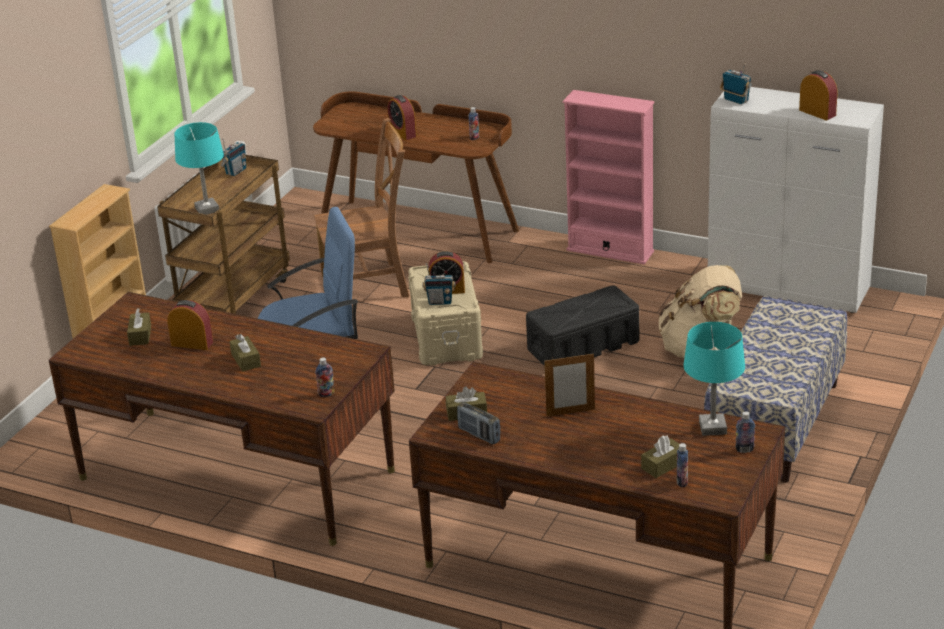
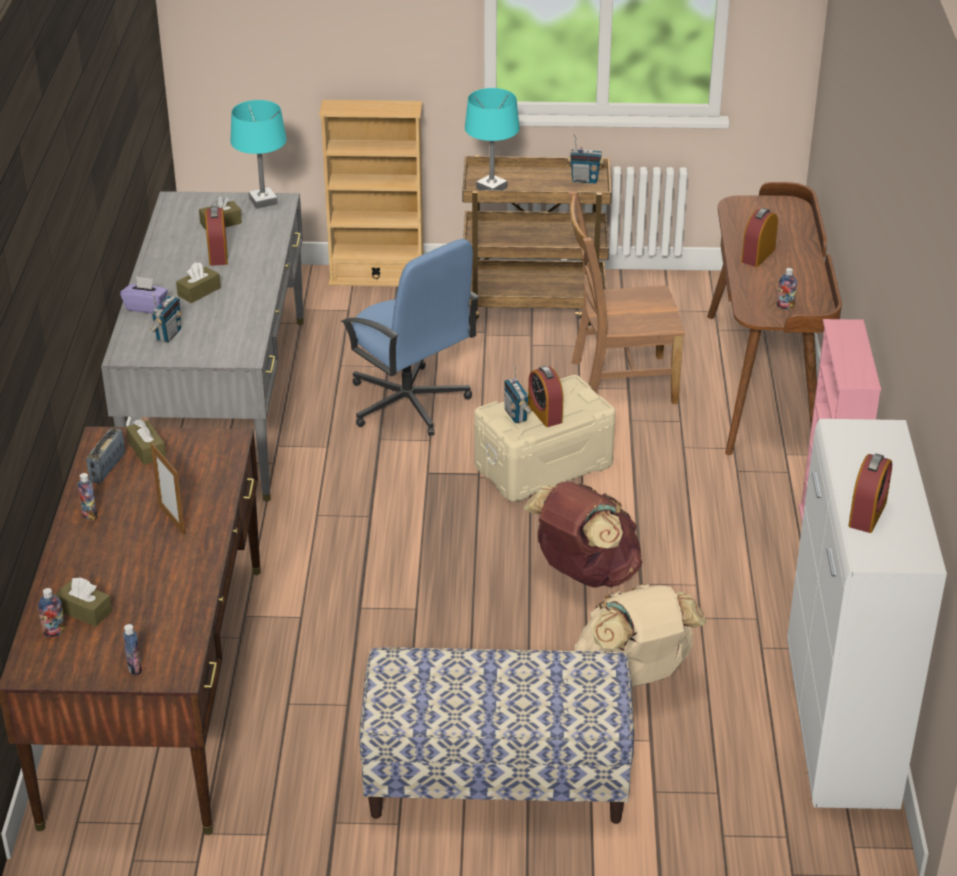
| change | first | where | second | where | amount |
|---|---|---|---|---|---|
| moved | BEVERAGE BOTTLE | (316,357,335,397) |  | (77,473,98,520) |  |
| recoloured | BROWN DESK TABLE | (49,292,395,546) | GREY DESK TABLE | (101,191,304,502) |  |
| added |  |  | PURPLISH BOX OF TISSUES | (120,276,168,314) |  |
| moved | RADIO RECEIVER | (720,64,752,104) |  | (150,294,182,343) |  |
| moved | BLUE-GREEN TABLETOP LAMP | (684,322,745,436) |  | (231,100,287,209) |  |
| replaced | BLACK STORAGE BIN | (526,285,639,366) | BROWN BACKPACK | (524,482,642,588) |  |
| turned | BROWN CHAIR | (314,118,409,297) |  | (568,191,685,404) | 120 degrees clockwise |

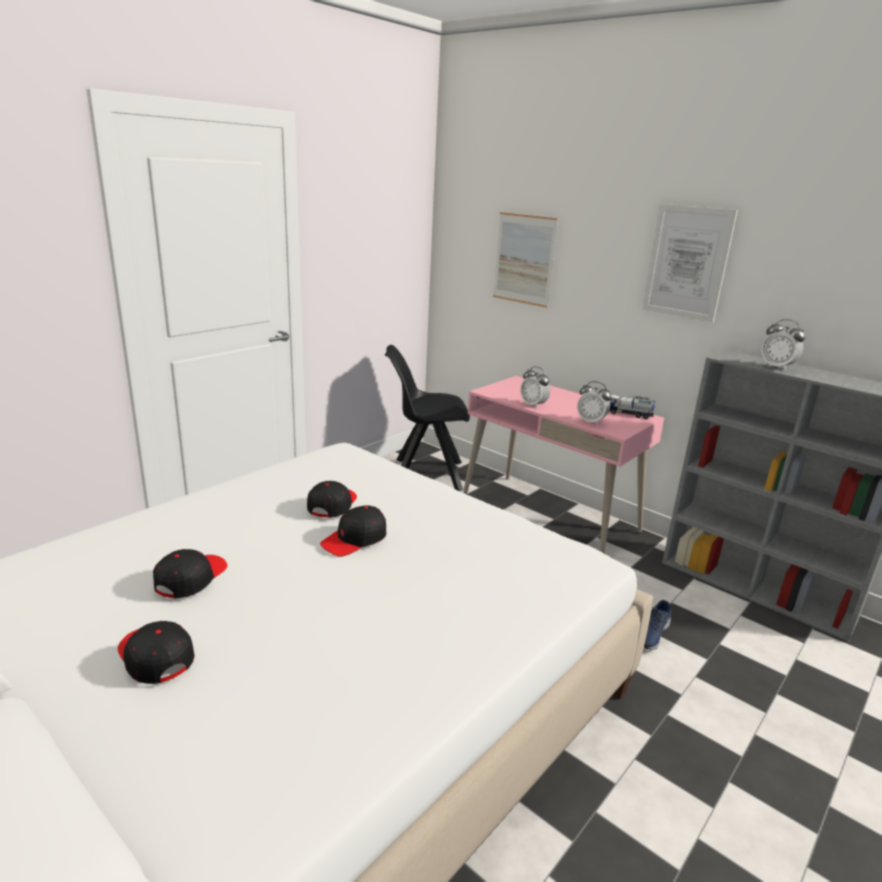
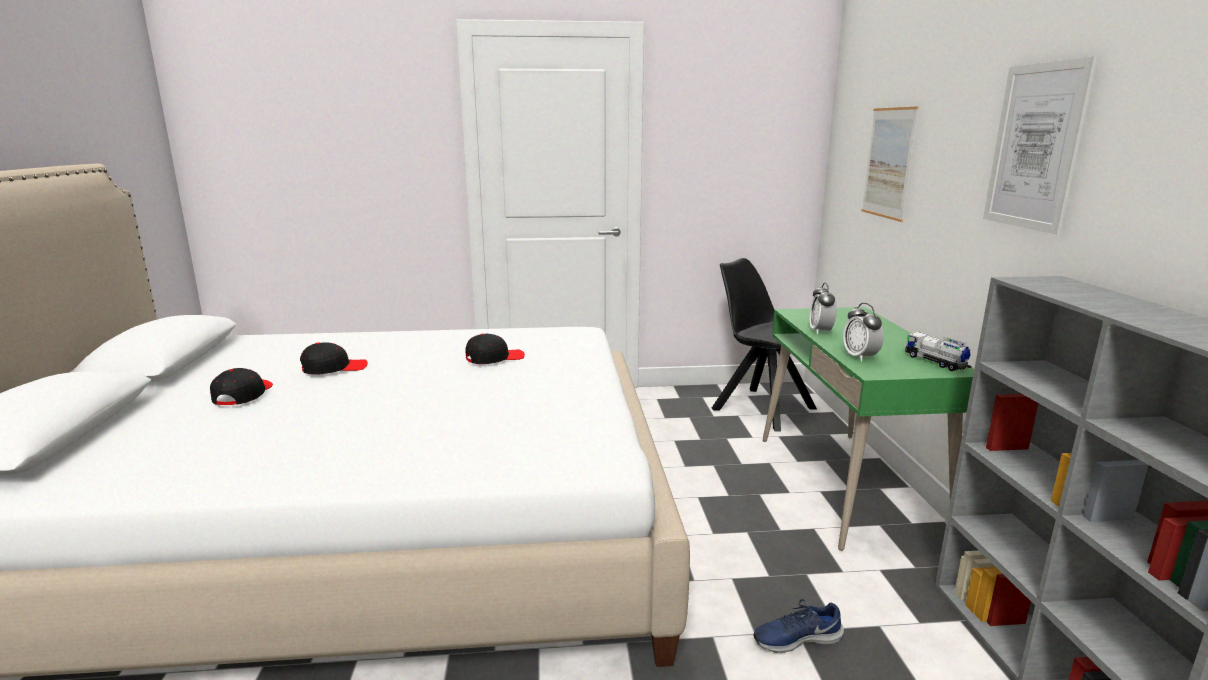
| change | first | where | second | where | amount |
|---|---|---|---|---|---|
| recoloured | PINK DESK TABLE | (463,376,664,554) | GREENISH DESK TABLE | (763,307,974,551) |  |
| removed | BLACK PEAKED CAP | (320,505,386,557) |  |  |  |
| removed | TABLE CLOCK | (761,319,805,371) |  |  |  |

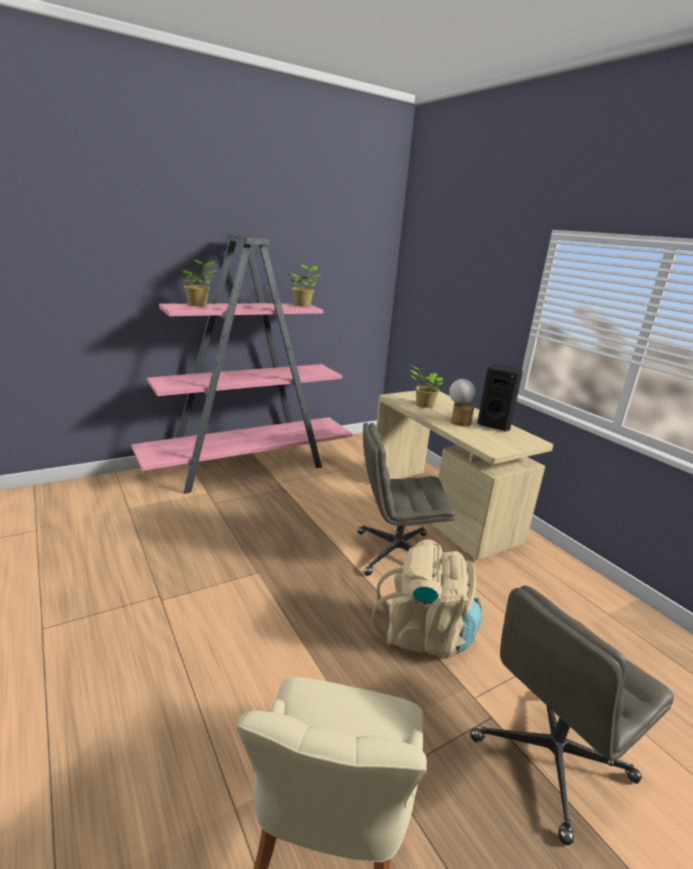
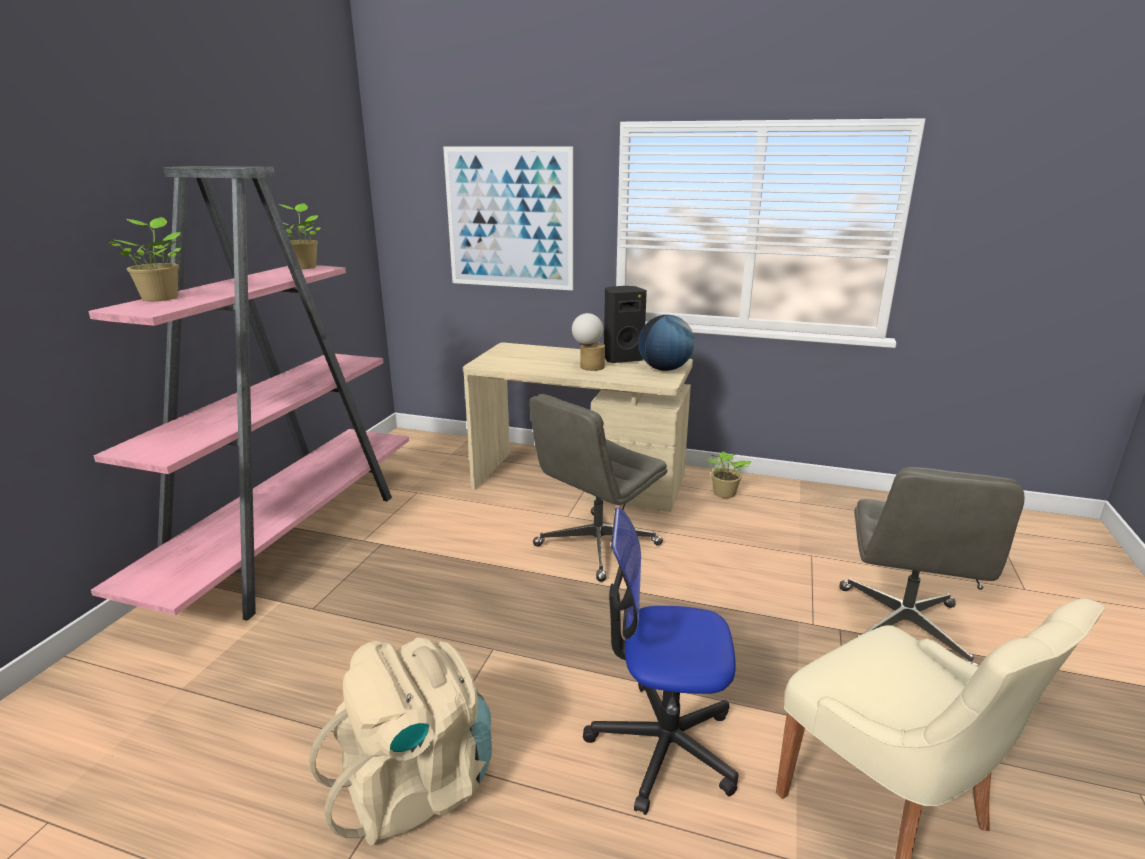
| change | first | where | second | where | amount |
|---|---|---|---|---|---|
| moved | SAND-COLOURED BACKPACK | (371,539,482,658) |  | (309,637,492,845) |  |
| added |  |  | WALL ART | (443,147,573,290) |  |
| added |  |  | DESK CHAIR | (583,508,739,815) |  |
| added |  |  | GLOBE | (638,315,694,371) |  |
| moved | POTTED PLANT | (410,365,443,408) |  | (705,451,751,498) |  |

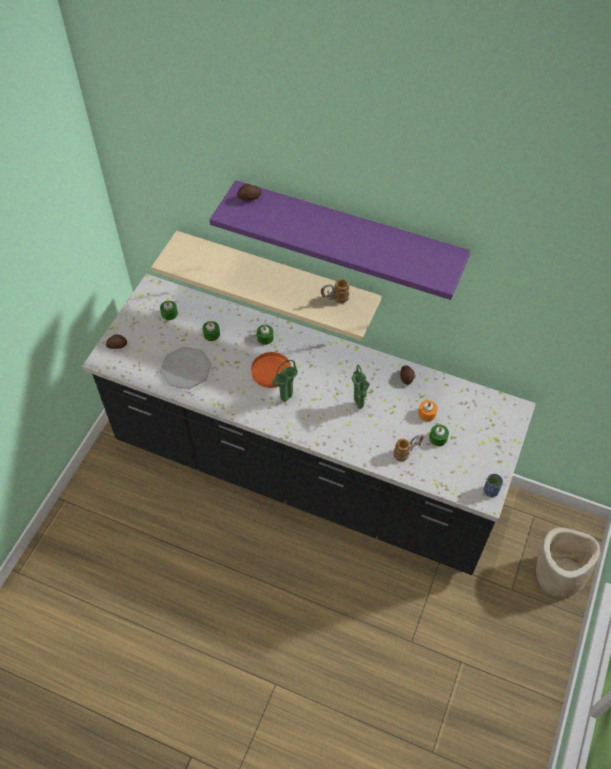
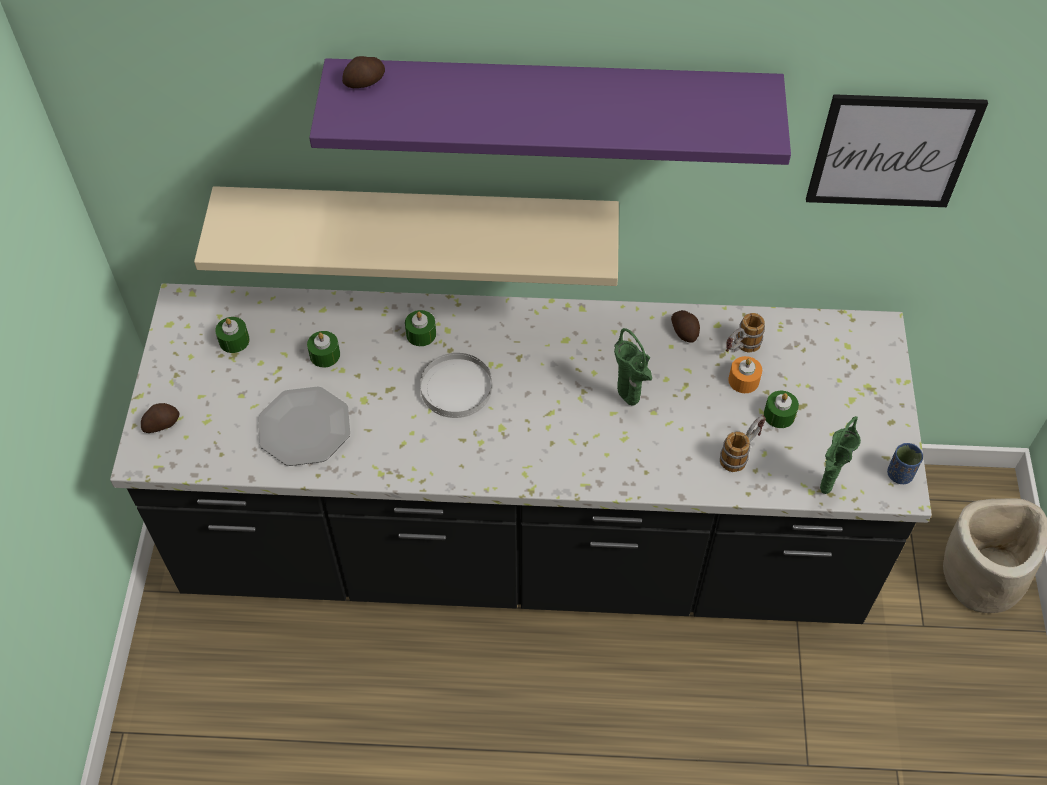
| change | first | where | second | where | amount |
|---|---|---|---|---|---|
| recoloured | ORANGE-COLOURED PLATE | (251,352,291,388) | WHITE PLATE | (420,353,492,418) |  |
| moved | TEA MUG | (321,279,350,303) |  | (726,313,765,352) |  |
| added |  |  | WALL ART | (806,94,988,207) |  |
| moved | GREENISH VASE | (272,360,298,401) |  | (820,416,861,494) |  |

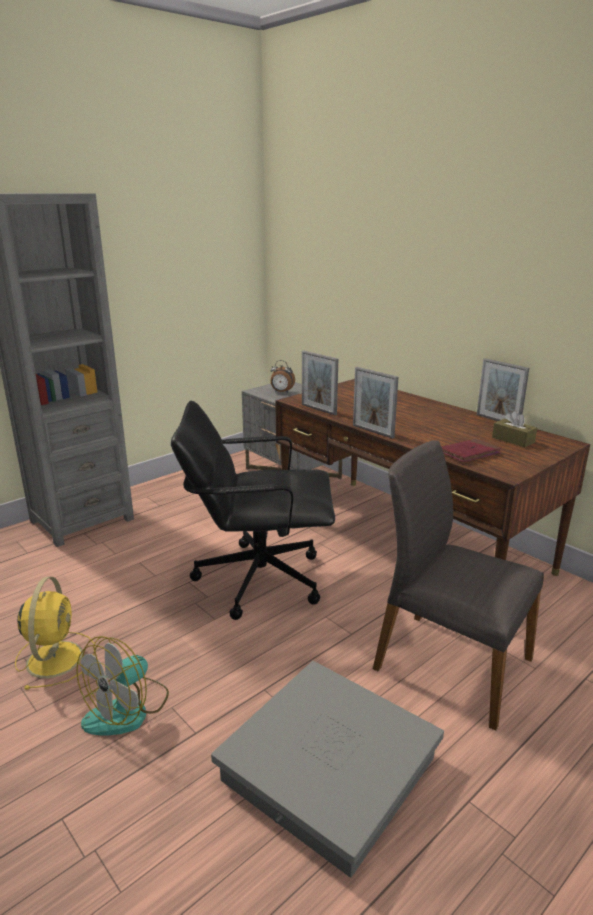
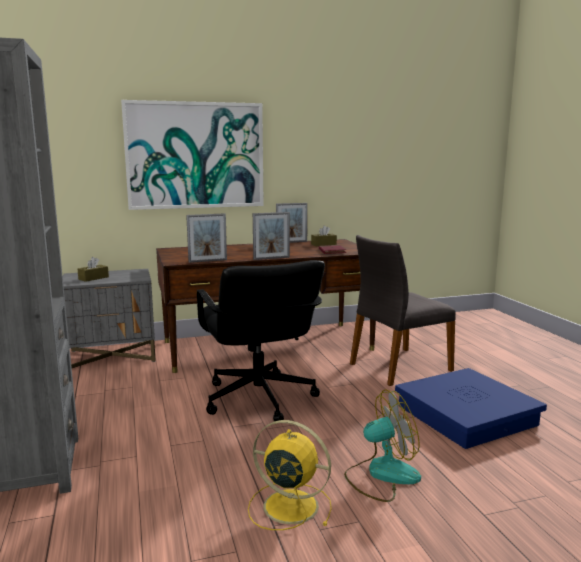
| change | first | where | second | where | amount |
|---|---|---|---|---|---|
| replaced | TABLE CLOCK | (270,360,295,393) | BROWN BOX OF TISSUES | (78,257,109,282) |  |
| added |  |  | WALL ART | (121,100,264,210) |  |
| turned | BLACK DESK CHAIR | (171,401,335,620) |  | (197,260,325,421) | 45 degrees counterclockwise |
| turned | COOLING FAN | (76,636,169,735) |  | (344,389,421,502) | 75 degrees counterclockwise |
| recoloured | GREY STORAGE BIN | (211,661,444,878) | BLUE STORAGE BIN | (395,368,547,449) |  |

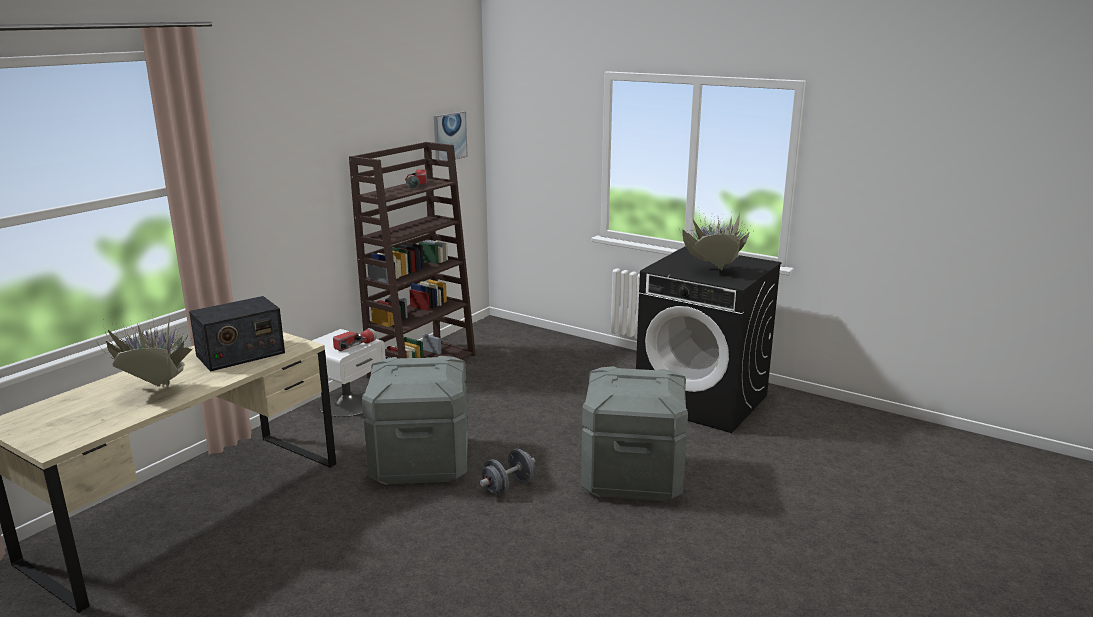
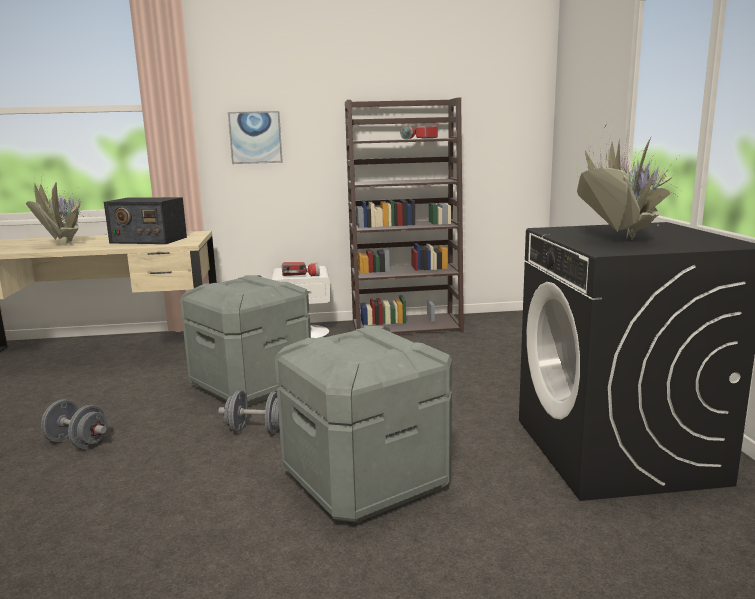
| change | first | where | second | where | amount |
|---|---|---|---|---|---|
| added |  |  | GREY DUMBBELL | (41,399,107,449) |  |
| moved | WALL ART | (434,111,468,161) |  | (228,111,283,164) |  |

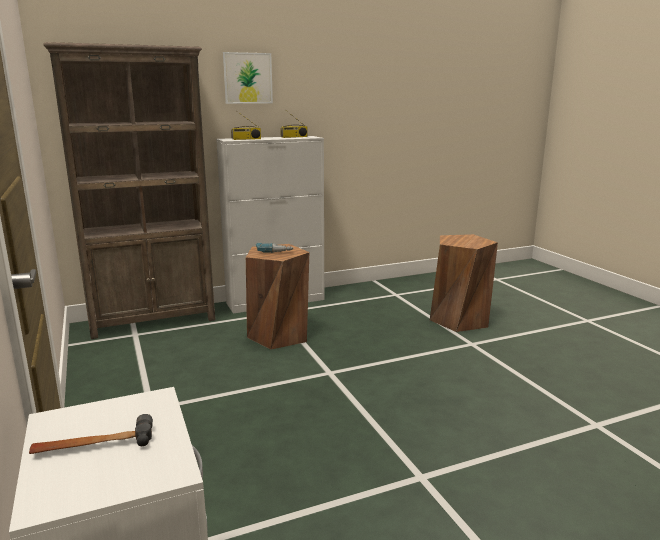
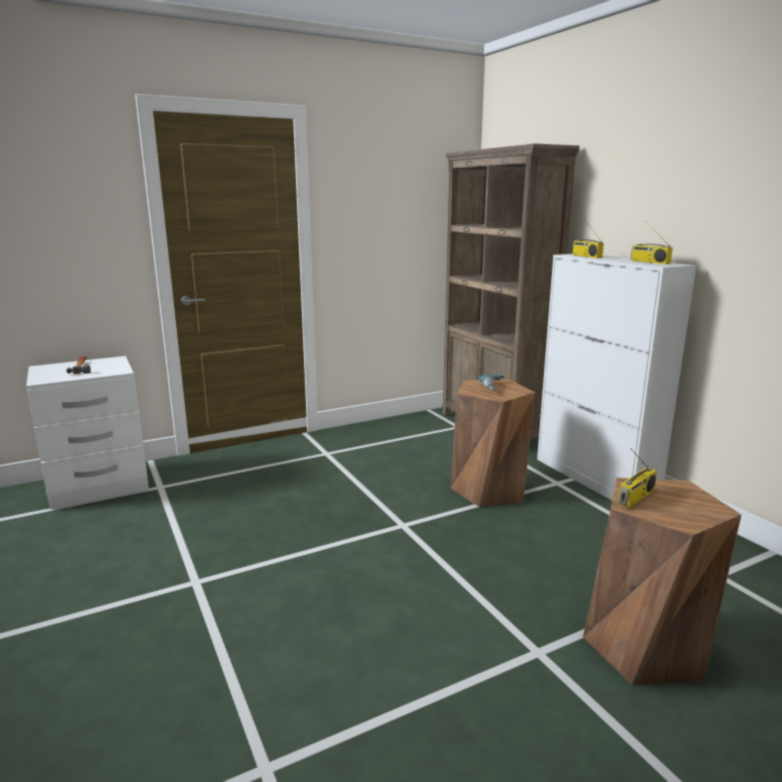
| change | first | where | second | where | amount |
|---|---|---|---|---|---|
| added |  |  | RADIO RECEIVER | (618,448,657,509) |  |
| removed | WALL ART | (223,52,273,104) |  |  |  |

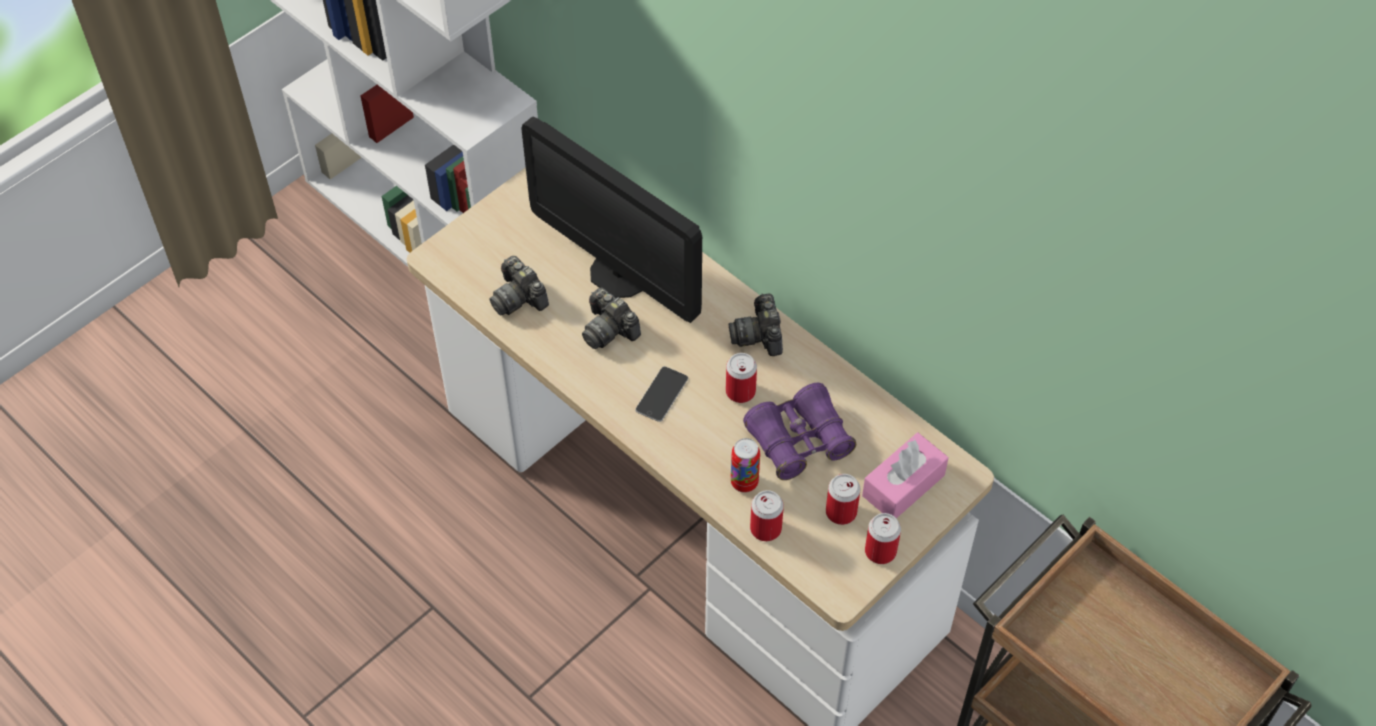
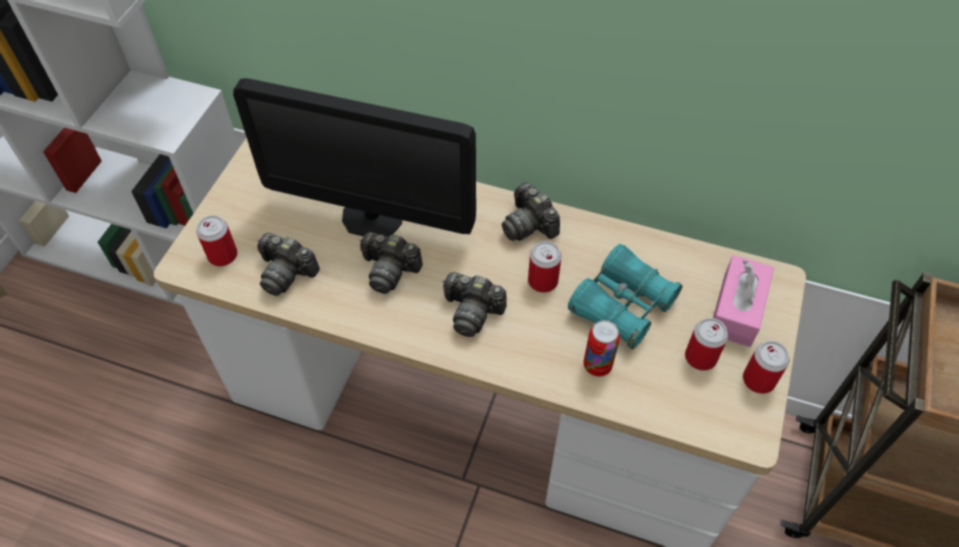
| change | first | where | second | where | amount |
|---|---|---|---|---|---|
| moved | CAN | (750,490,784,541) |  | (196,215,237,266) |  |
| replaced | TELEPHONE | (635,366,688,422) | PHOTO CAMERA | (442,272,507,337) |  |
| recoloured | PURPLISH PAIR OF BINOCULARS | (743,383,856,480) | BLUE-GREEN PAIR OF BINOCULARS | (568,244,682,349) |  |

